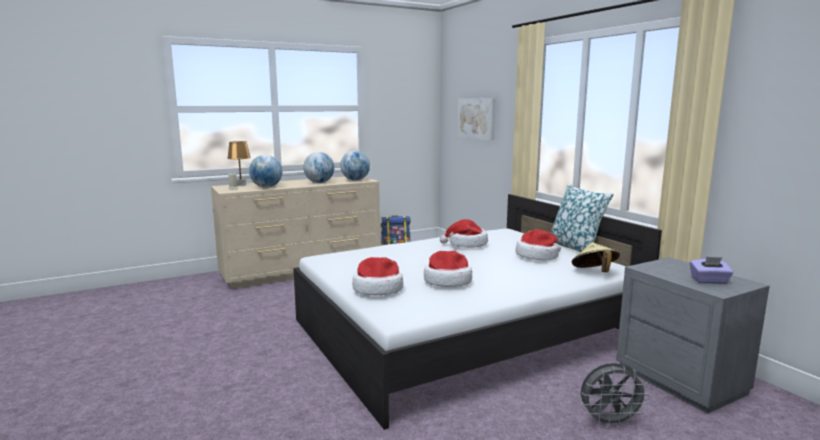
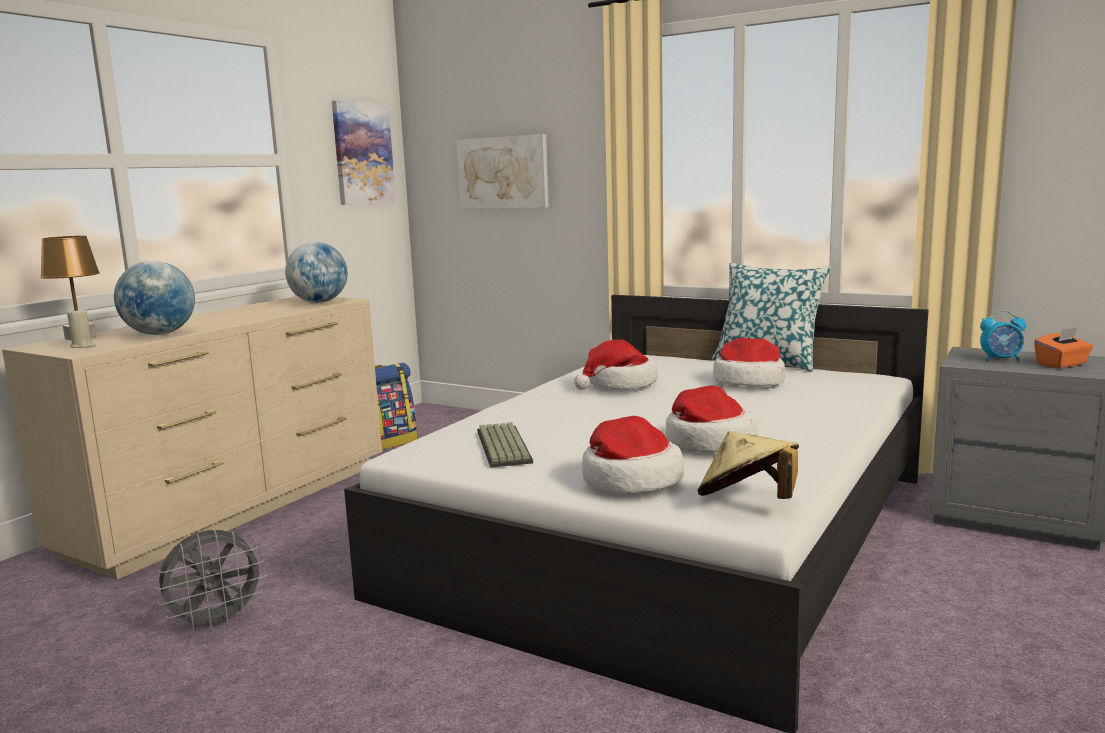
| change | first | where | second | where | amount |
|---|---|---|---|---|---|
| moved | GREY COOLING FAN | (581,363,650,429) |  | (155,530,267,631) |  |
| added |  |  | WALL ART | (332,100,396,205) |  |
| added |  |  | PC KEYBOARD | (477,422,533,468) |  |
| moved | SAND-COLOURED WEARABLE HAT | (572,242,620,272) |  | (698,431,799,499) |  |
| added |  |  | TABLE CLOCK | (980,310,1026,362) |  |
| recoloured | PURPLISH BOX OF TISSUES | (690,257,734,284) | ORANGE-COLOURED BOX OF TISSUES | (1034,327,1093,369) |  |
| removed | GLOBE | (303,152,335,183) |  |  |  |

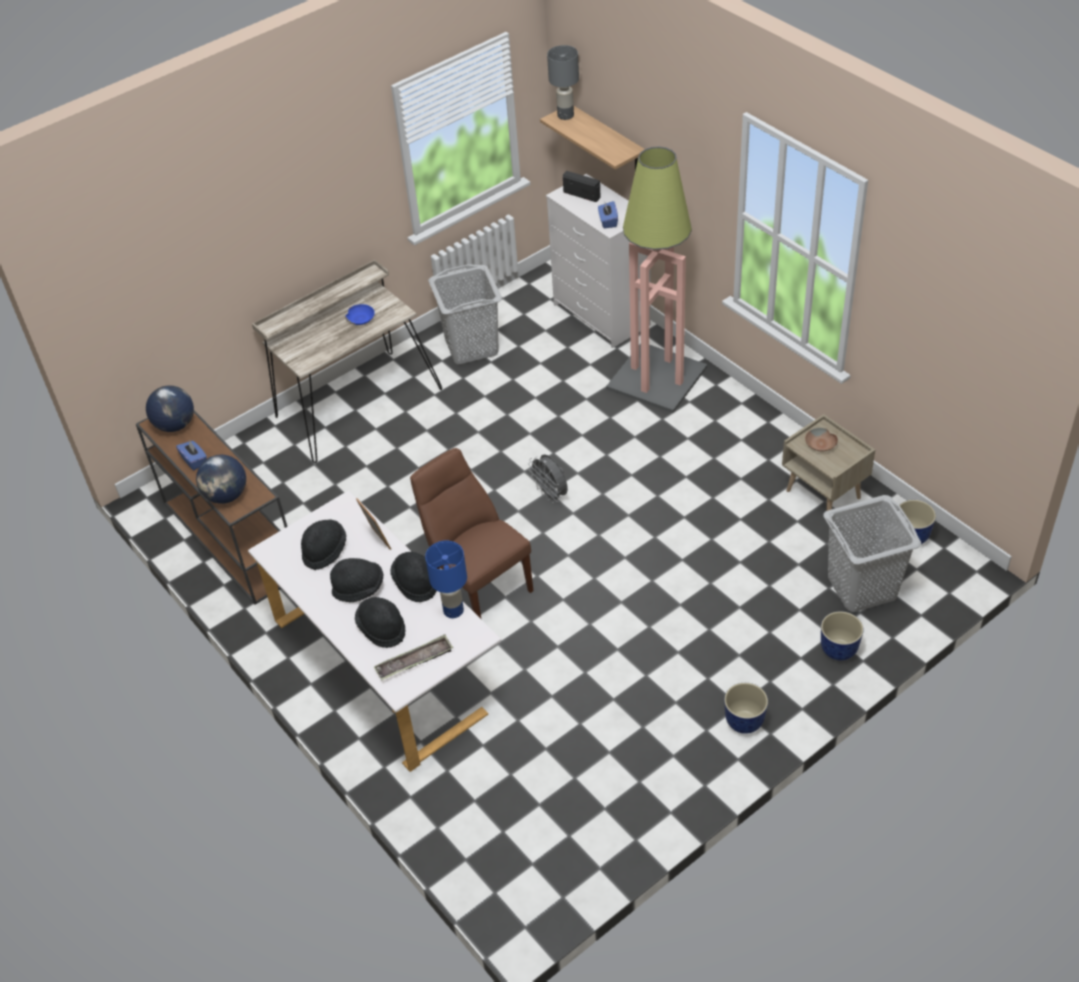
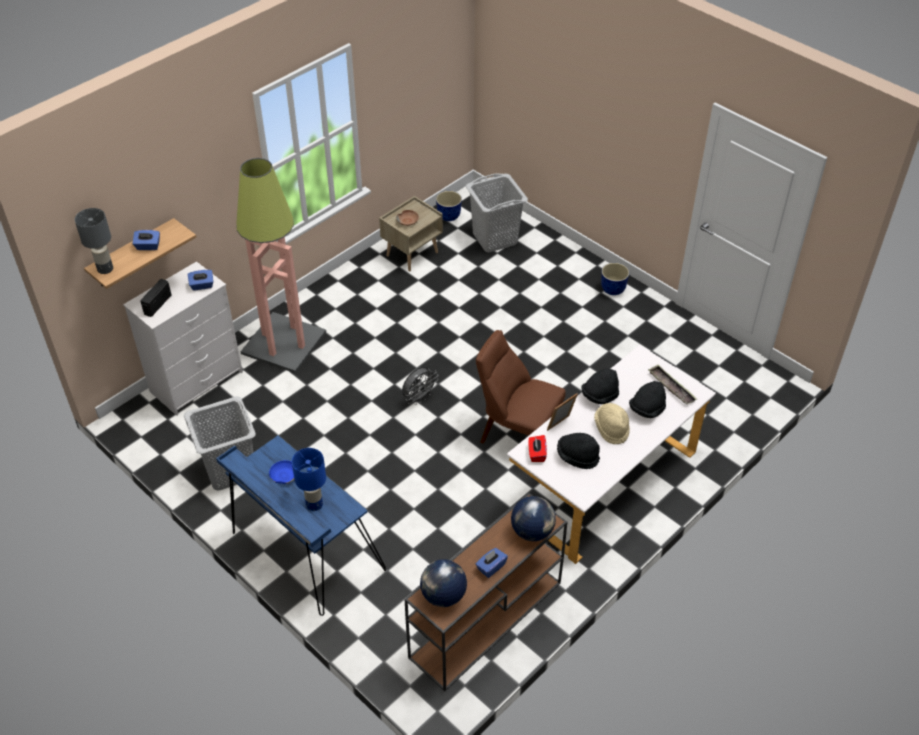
| change | first | where | second | where | amount |
|---|---|---|---|---|---|
| added |  |  | BLUE BOX OF TISSUES | (132,230,160,250) |  |
| recoloured | SAND-COLOURED DESK TABLE | (252,260,442,463) | BLUE DESK TABLE | (216,435,386,616) |  |
| moved | BLUE TABLETOP LAMP | (425,540,467,618) |  | (292,448,326,511) |  |
| turned | BROWN CHAIR | (410,448,533,618) |  | (476,330,565,444) | 75 degrees clockwise |
| added |  |  | REDDISH BOX OF TISSUES | (529,435,547,462) |  |
| recoloured | BLACK WEARABLE HAT | (330,558,383,602) | SAND-COLOURED WEARABLE HAT | (594,403,630,444) |  |
| removed | PLANTER | (821,611,864,660) |  |  |  |

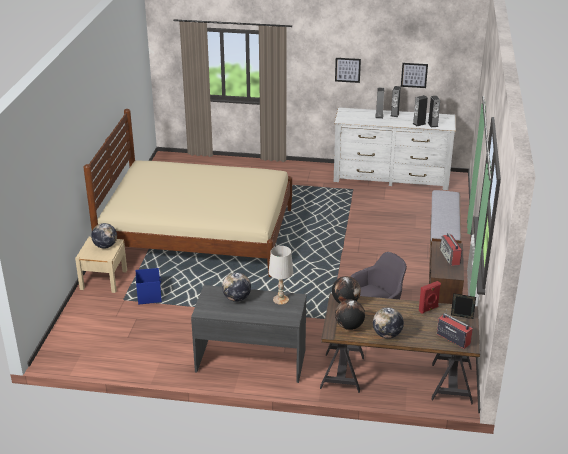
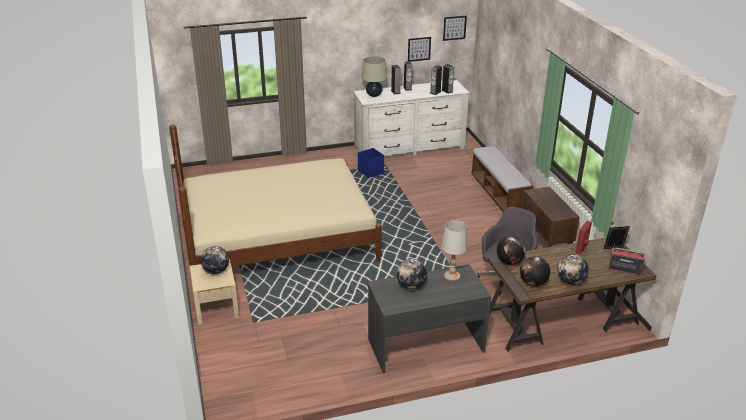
| change | first | where | second | where | amount |
|---|---|---|---|---|---|
| moved | BLUE STORAGE BIN | (136,268,162,304) |  | (358,148,384,178) |  |
| added |  |  | SAND-COLOURED TABLETOP LAMP | (361,56,387,97) |  |
| moved | WALL ART | (335,58,361,83) |  | (443,16,467,41) |  |
| removed | RADIO RECEIVER | (440,233,462,266) |  |  |  |

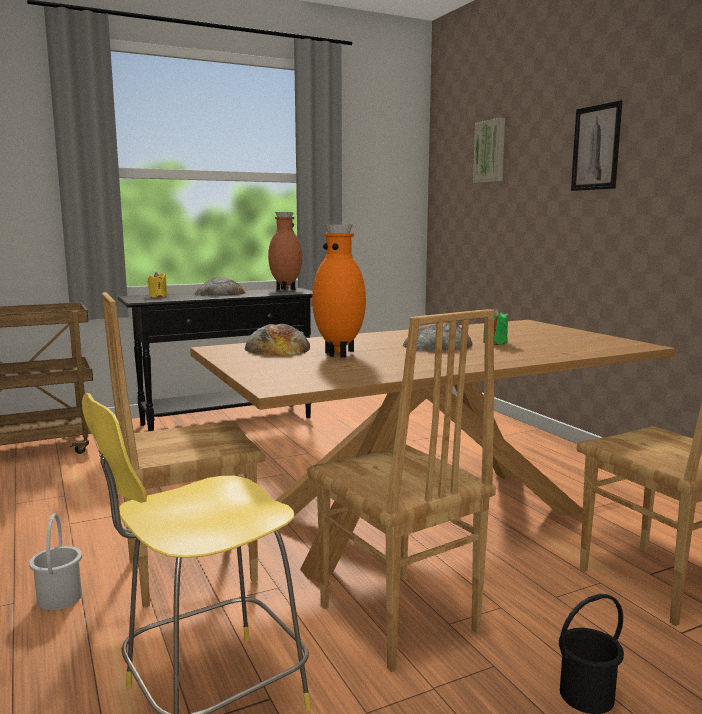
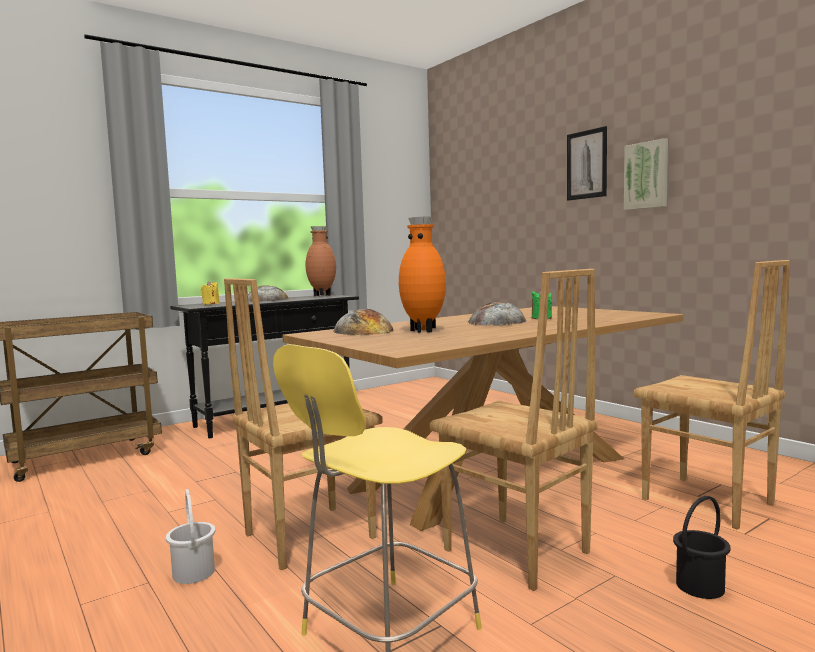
| change | first | where | second | where | amount |
|---|---|---|---|---|---|
| moved | WALL ART | (473,118,505,183) |  | (624,138,668,210) |  |

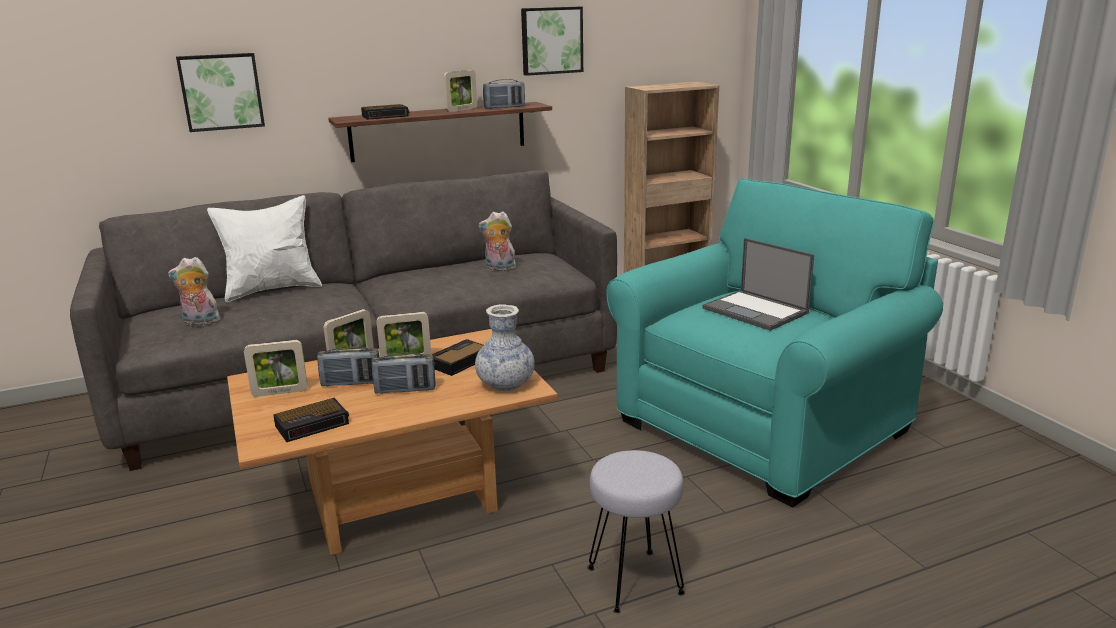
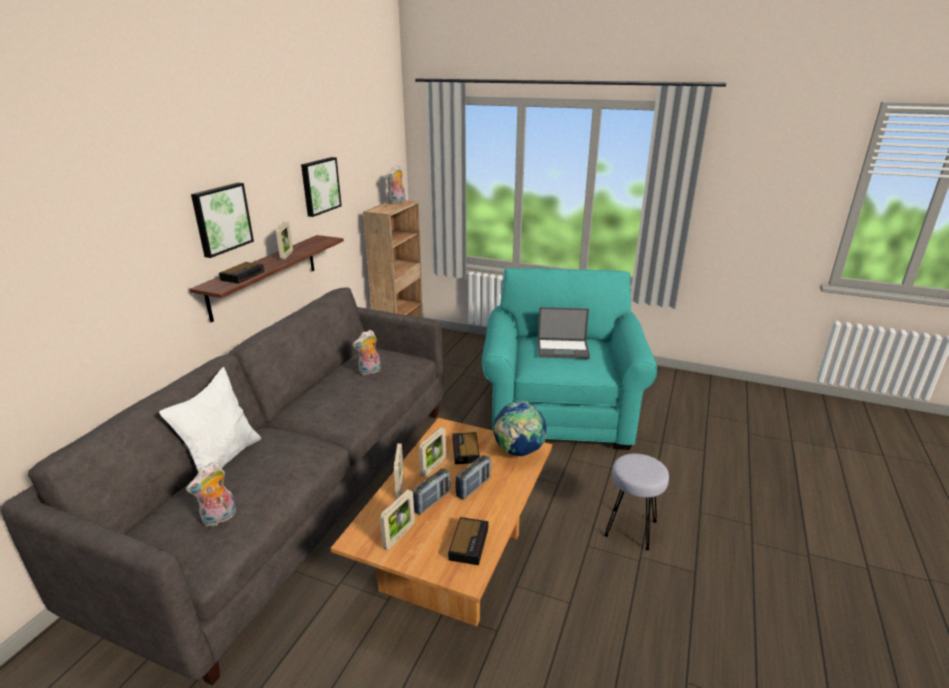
| change | first | where | second | where | amount |
|---|---|---|---|---|---|
| moved | WALL ART | (176,53,265,132) |  | (191,183,254,258) |  |
| added |  |  | CUDDLY TOY | (386,165,405,204) |  |
| replaced | VASE | (475,304,535,391) | GLOBE | (493,401,548,456) |  |
| removed | RADIO RECEIVER | (483,79,525,109) |  |  |  |

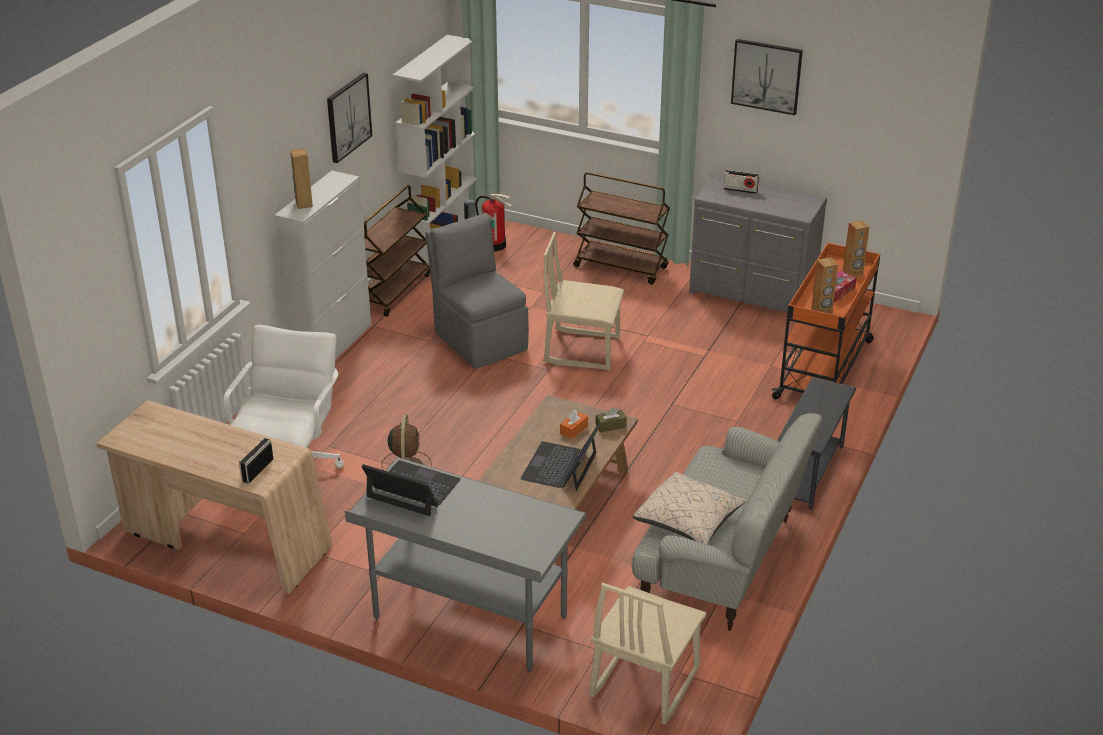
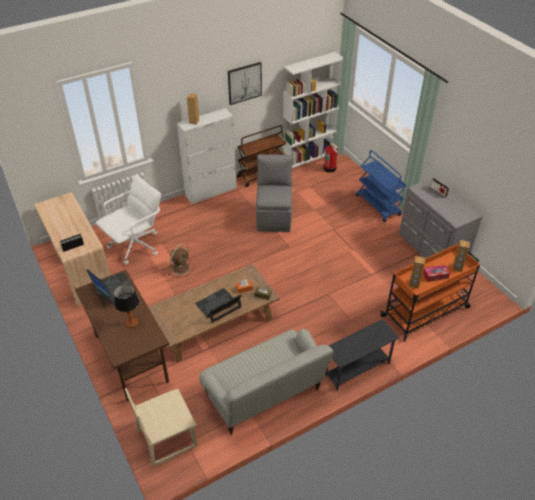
| change | first | where | second | where | amount |
|---|---|---|---|---|---|
| recoloured | GREY DESK TABLE | (345,458,586,672) | BROWN DESK TABLE | (74,270,169,402) |  |
| added |  |  | TABLETOP LAMP | (114,284,139,328) |  |
| recoloured | BROWN TROLLEY | (573,172,670,284) | BLUE TROLLEY | (356,150,407,222) |  |
| removed | SAND-COLOURED CHAIR | (544,232,624,370) |  |  |  |
| removed | SAND-COLOURED THROW PILLOW | (632,472,747,545) |  |  |  |
| removed | WALL ART | (731,39,803,115) |  |  |  |

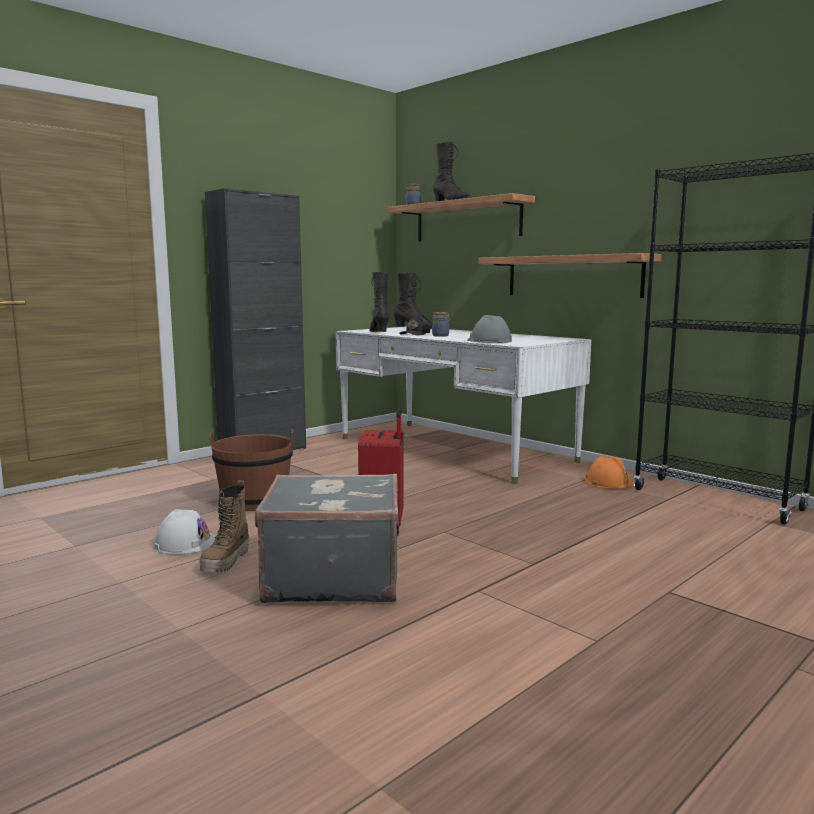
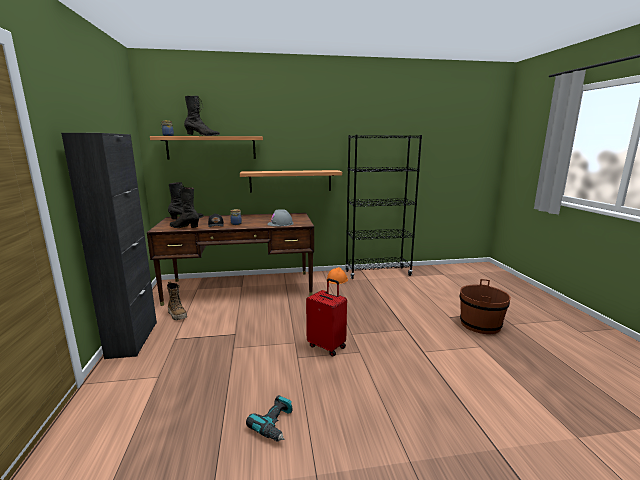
| change | first | where | second | where | amount |
|---|---|---|---|---|---|
| recoloured | WHITE DESK TABLE | (335,327,591,484) | BROWN DESK TABLE | (147,213,314,306) |  |
| moved | HIGH-TOP BOOT | (200,480,249,572) |  | (167,281,187,320) |  |
| replaced | WHITE WORK HELMET | (153,509,216,554) | ELECTRIC DRILL | (246,395,292,442) |  |
| moved | BROWN PAIL | (209,429,293,511) |  | (460,279,511,334) |  |
| removed | GREY PIECE OF LUGGAGE | (255,474,399,603) |  |  |  |

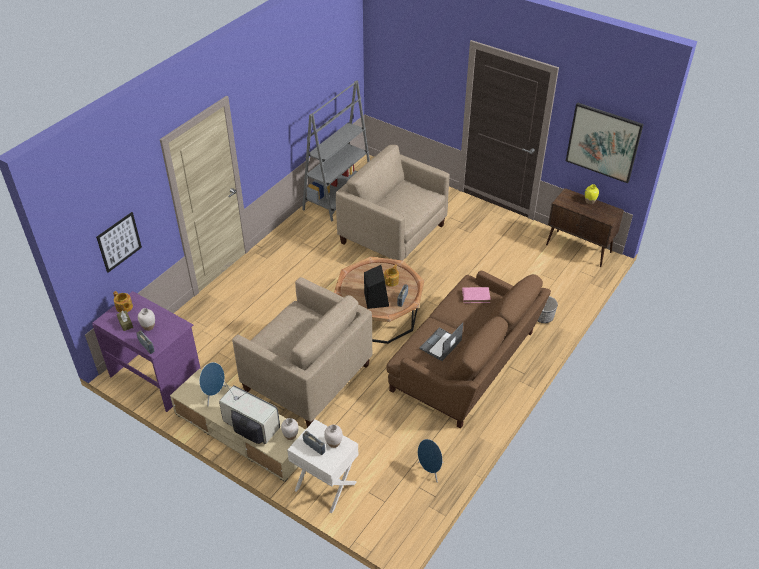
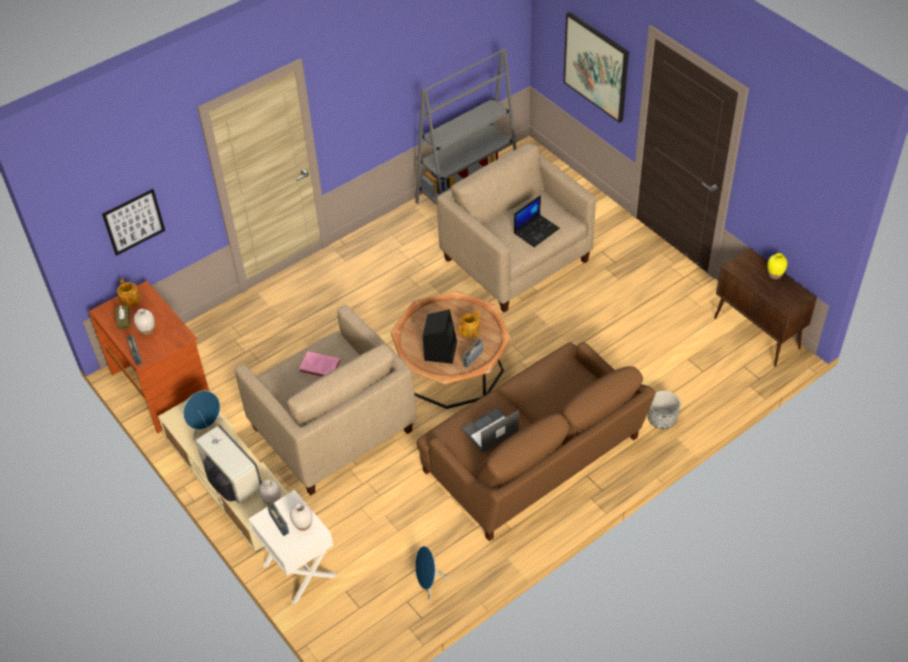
| change | first | where | second | where | amount |
|---|---|---|---|---|---|
| recoloured | PURPLISH DESK TABLE | (92,291,201,412) | BROWN DESK TABLE | (89,281,209,433) |  |
| moved | PINK BOUND BOOK | (462,287,491,303) |  | (299,351,341,377) |  |
| added |  |  | NOTEBOOK COMPUTER | (514,195,560,247) |  |
| moved | WALL ART | (566,103,644,183) |  | (563,12,629,123) |  |

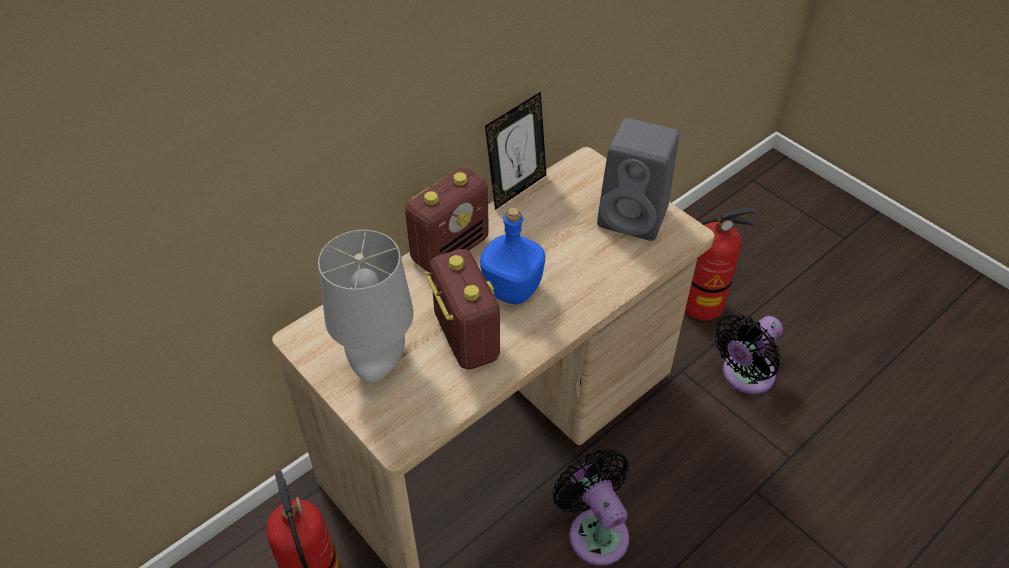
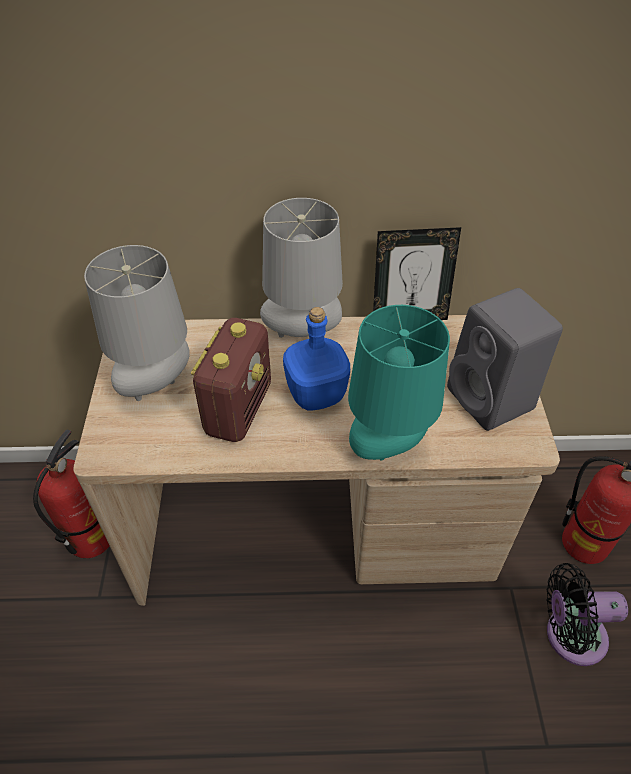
| change | first | where | second | where | amount |
|---|---|---|---|---|---|
| replaced | RADIO RECEIVER | (405,168,489,273) | GREY TABLETOP LAMP | (260,198,343,338) |  |
| added |  |  | BLUE-GREEN TABLETOP LAMP | (348,305,450,461) |  |
| removed | BLACK COOLING FAN | (552,449,629,566) |  |  |  |

